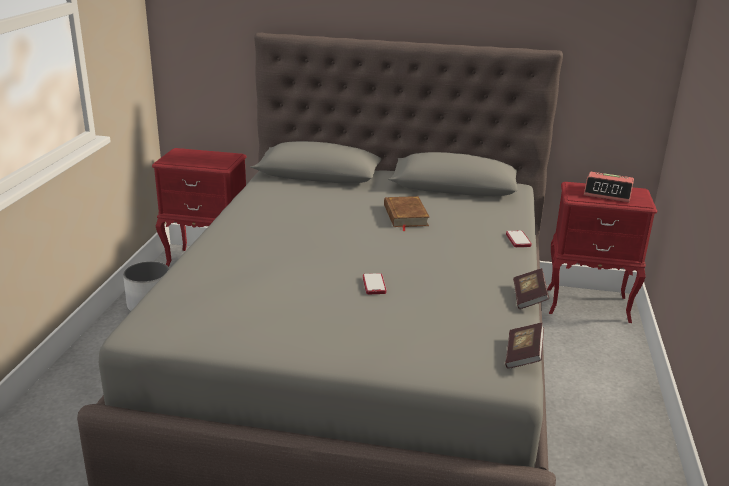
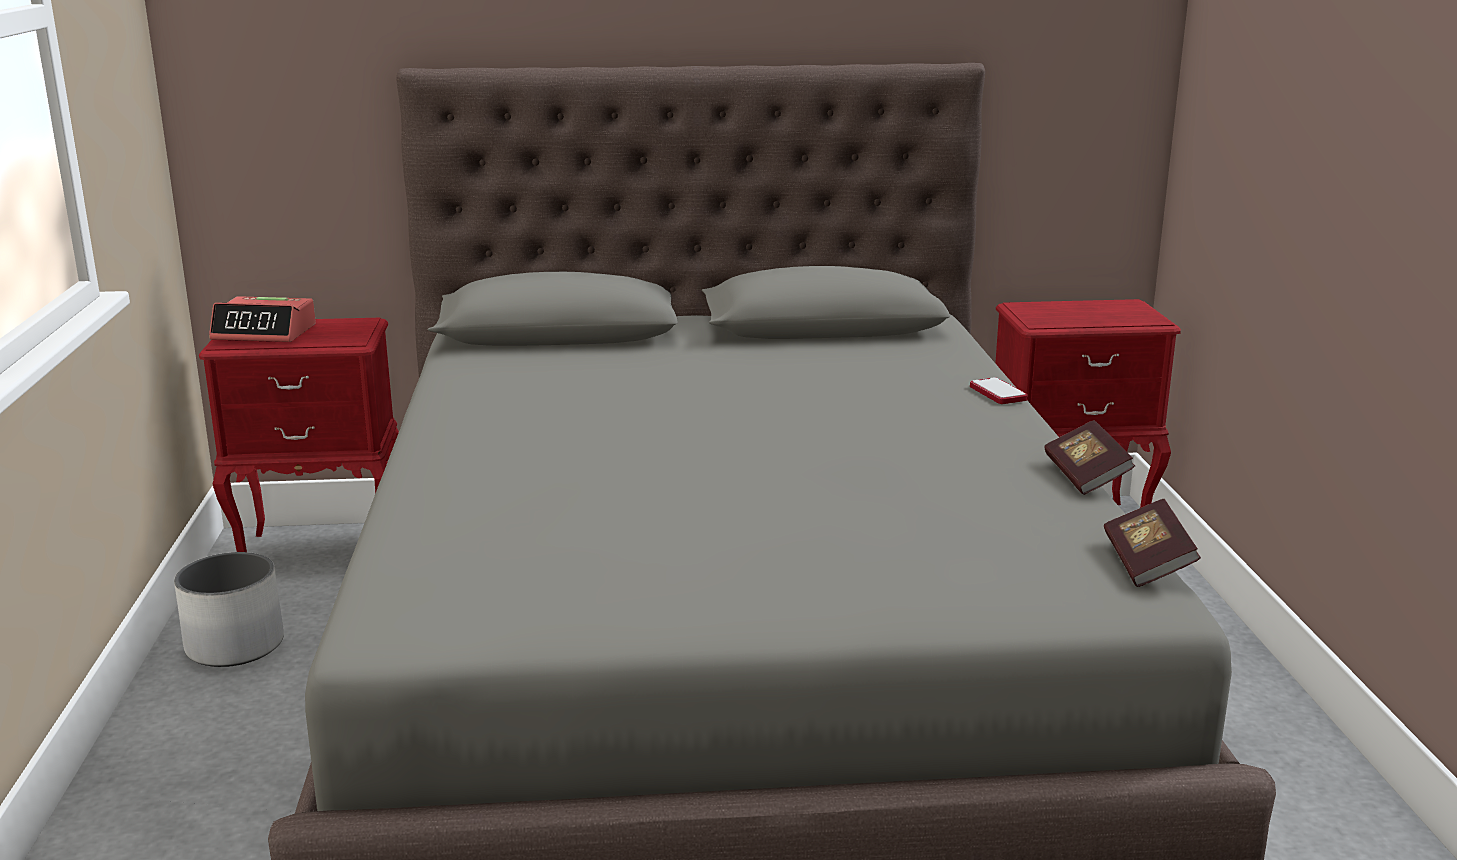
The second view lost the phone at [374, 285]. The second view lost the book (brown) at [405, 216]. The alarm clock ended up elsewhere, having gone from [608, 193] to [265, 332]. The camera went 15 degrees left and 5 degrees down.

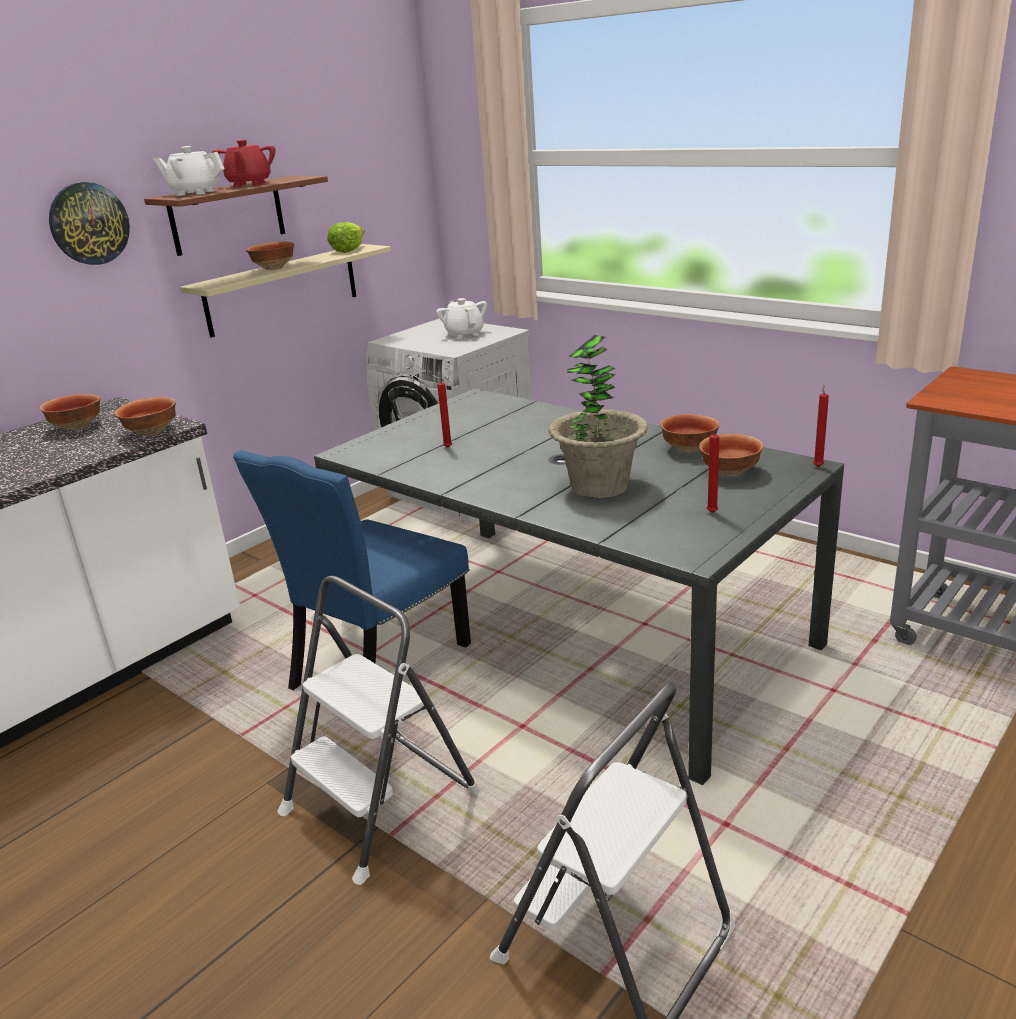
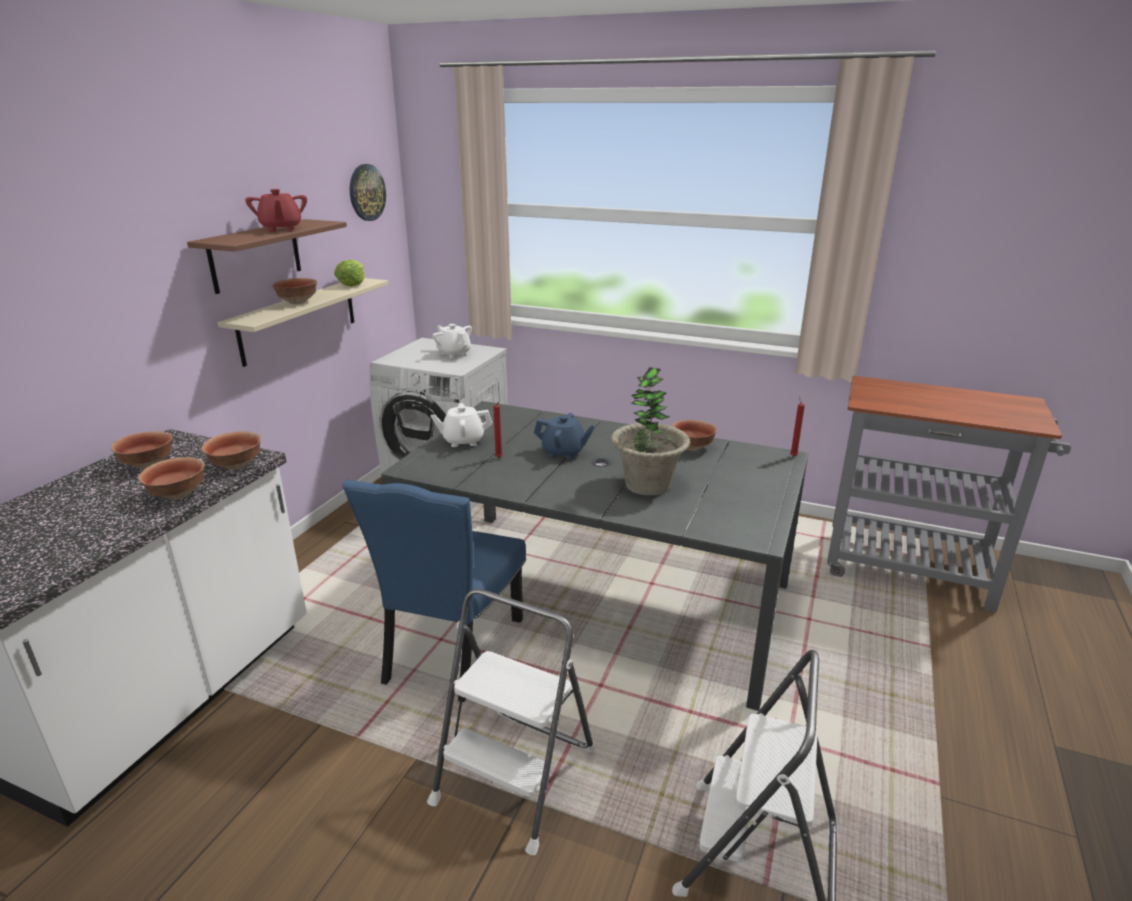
The wall clock ended up elsewhere, having gone from [89, 223] to [366, 192]. The teapot (white) ended up elsewhere, having gone from [195, 193] to [463, 441]. The bowl ended up elsewhere, having gone from [730, 472] to [179, 495]. The second view lost the candle (red) at [711, 513]. The second view gained the teapot (blue) at [564, 452]. The camera went 20 degrees left and 0 degrees up.

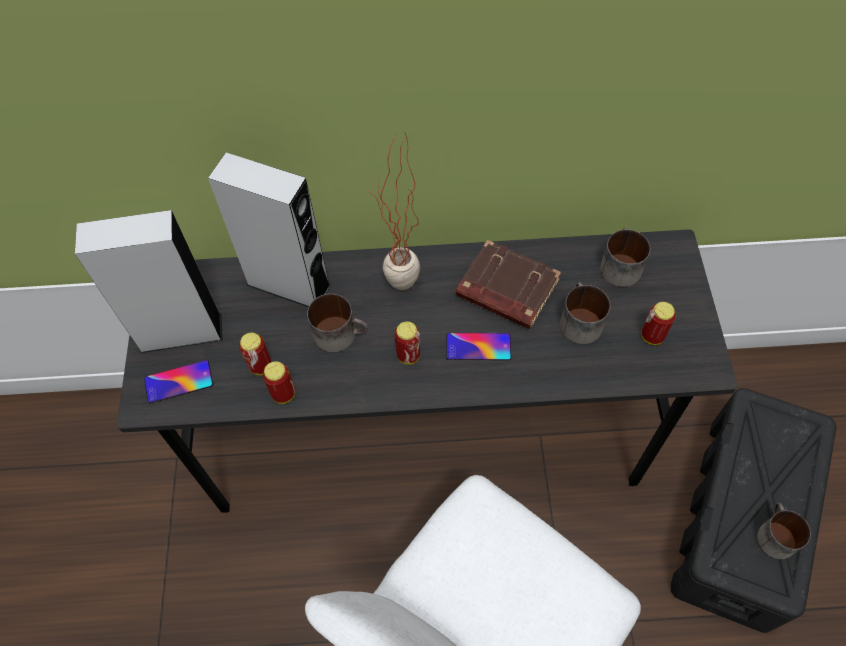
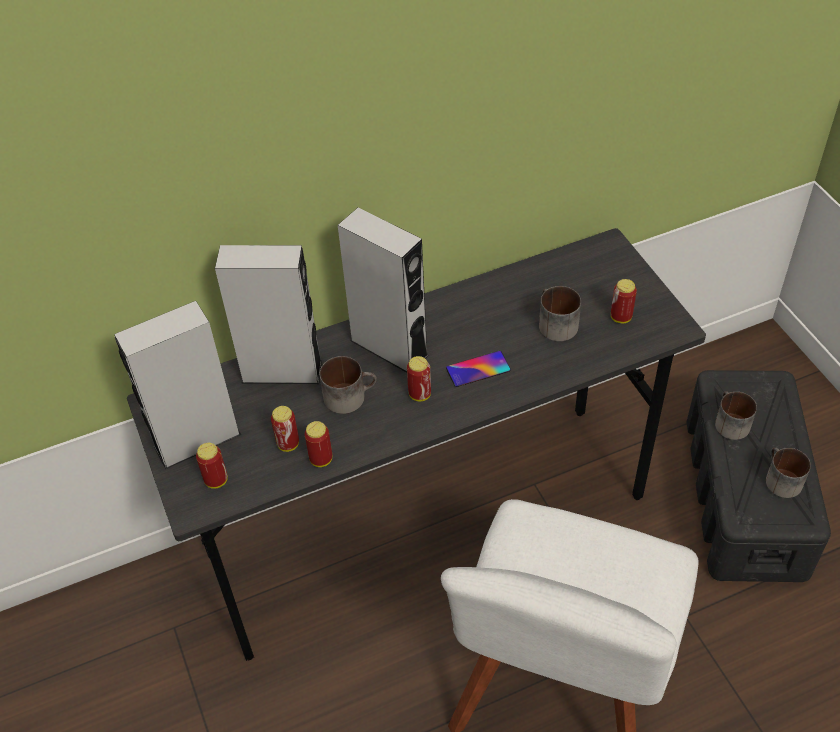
Where the phone stood at [179, 382], the can came to stand at [216, 480]. Where the potted plant stood at [401, 293], the speaker (grey) came to stand at [389, 348]. The second view lost the book (brown) at [505, 289]. The mug ended up elsewhere, having gone from [618, 265] to [729, 422]. The camera went 20 degrees left and 10 degrees down.

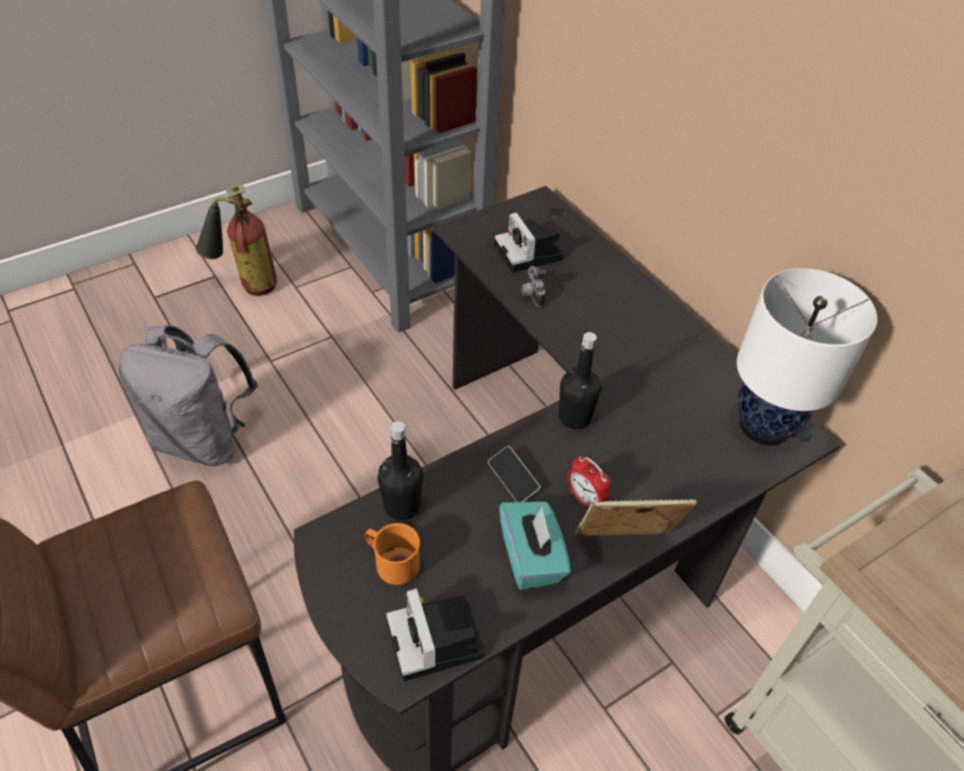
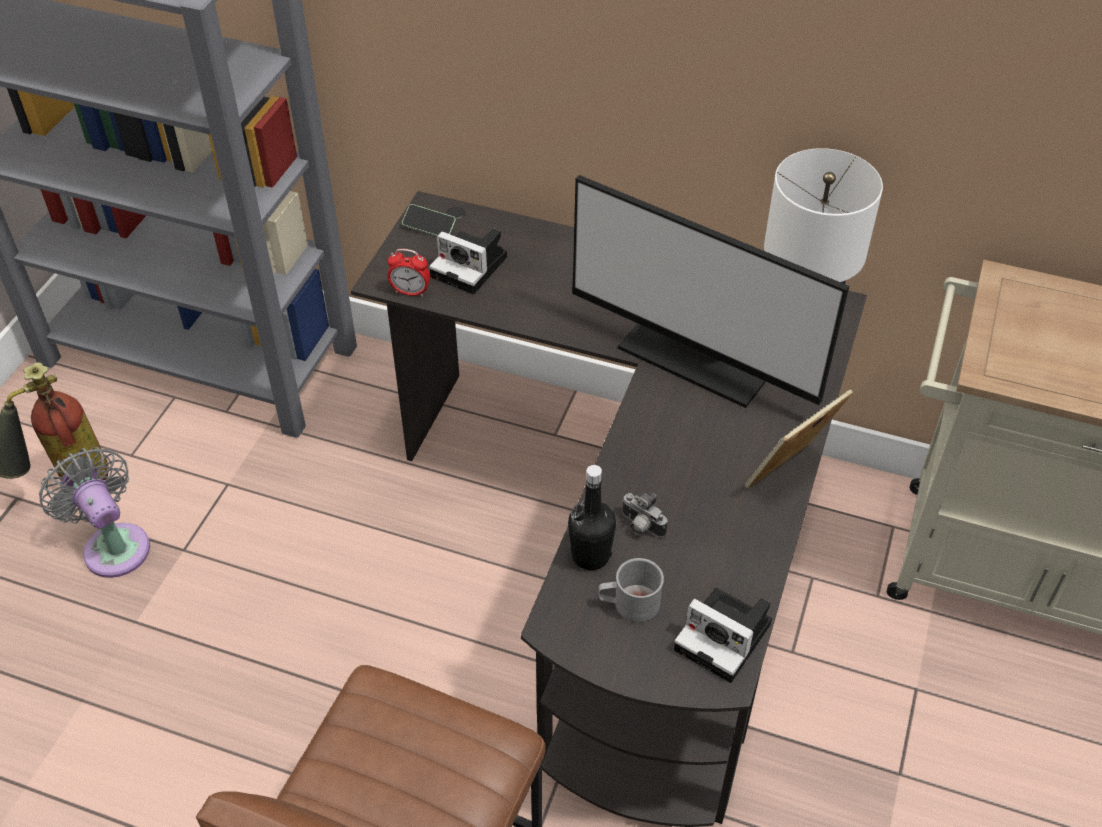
The second view lost the backpack (grey) at [204, 439]. What was the mug (orange) at [391, 562] turned into the mug (grey) at [629, 604]. The phone ended up elsewhere, having gone from [513, 479] to [429, 227]. The second view lost the tissue box (turquoise) at [531, 558]. The photo camera ended up elsewhere, having gone from [531, 295] to [640, 527]. The second view lost the bottle (black) at [574, 417]. The alarm clock ended up elsewhere, having gone from [585, 499] to [410, 292]. The second view gained the fan (grey) at [113, 545]. The second view gained the monitor at [700, 354]. The camera went 35 degrees left and 0 degrees up.

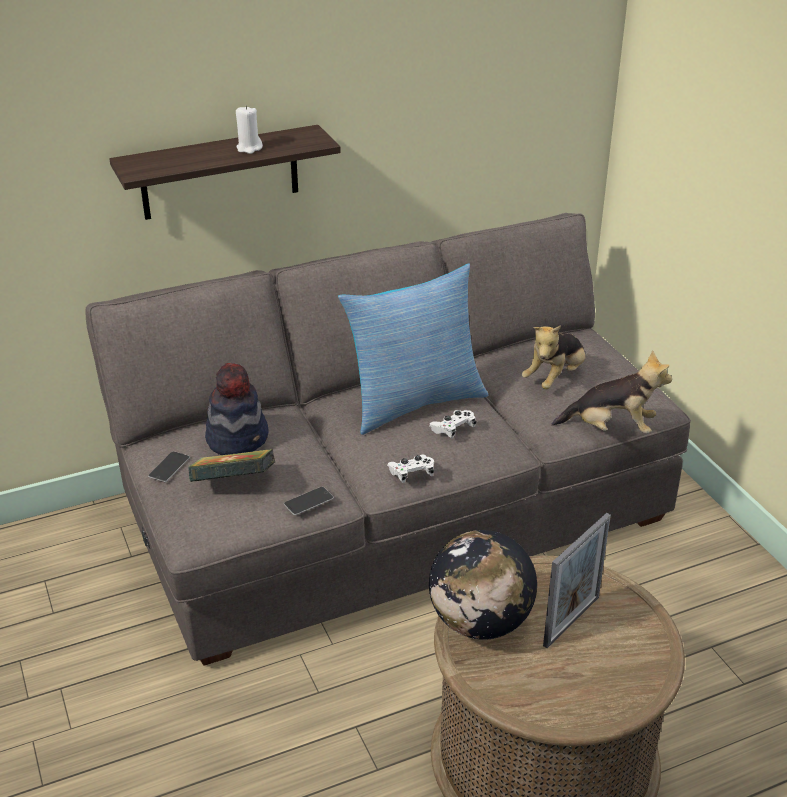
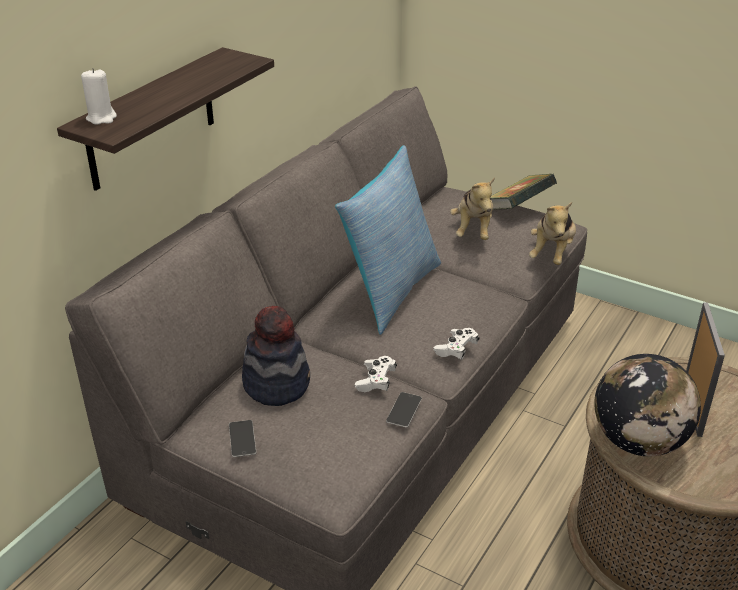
The book ended up elsewhere, having gone from [234, 485] to [519, 208]. The candle (white) ended up elsewhere, having gone from [249, 148] to [101, 118]. The game controller (white) ended up elsewhere, having gone from [453, 429] to [376, 381]. The plush toy at [611, 428] ended up facing another way, 135 degrees clockwise from before. The camera went 35 degrees left and 0 degrees up.

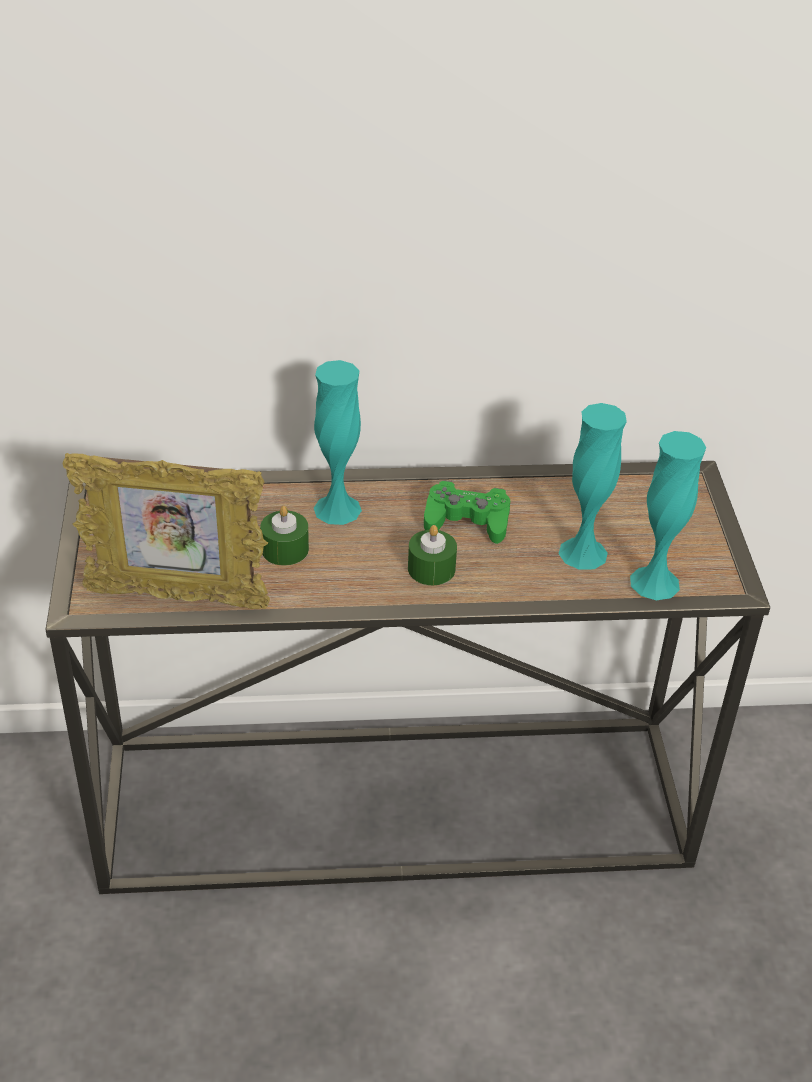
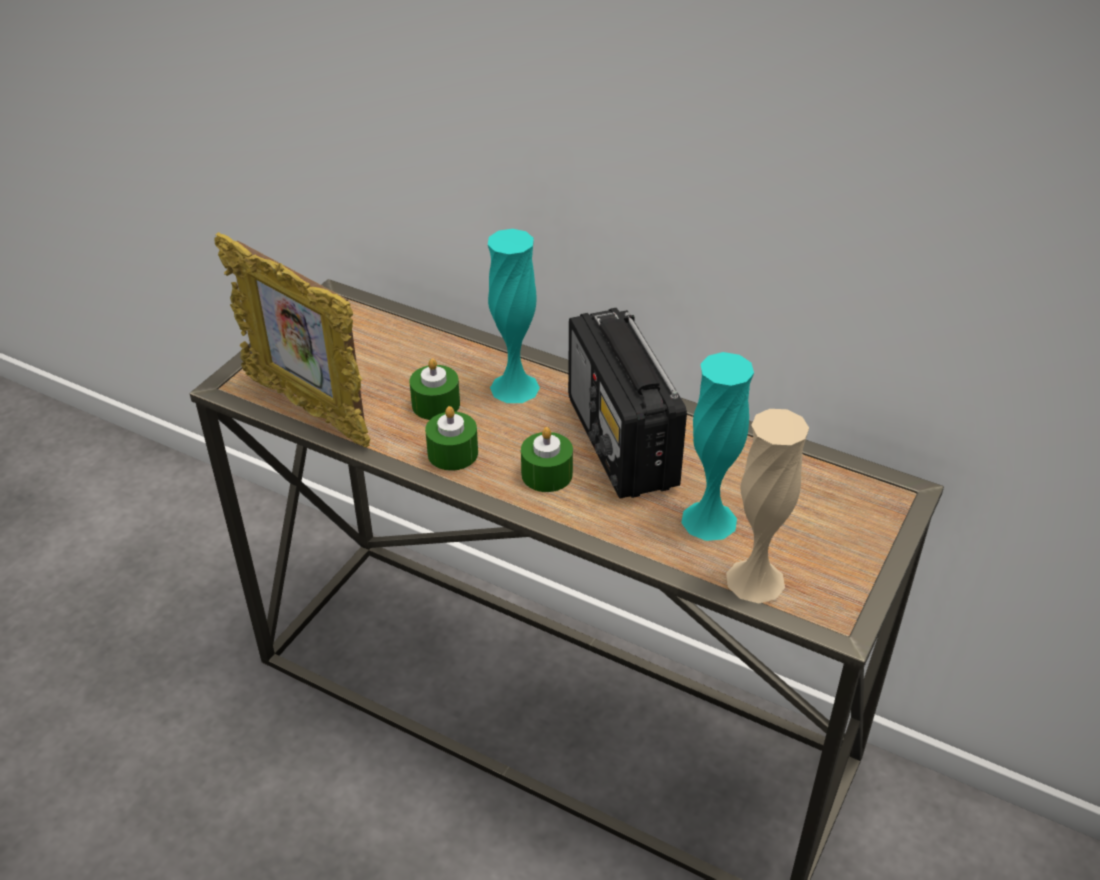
Where the game controller (green) stood at [467, 520], the radio came to stand at [621, 443]. What was the vase (turquoise) at [654, 582] turned into the vase (beige) at [755, 580]. The second view gained the candle (green) at [453, 453]. The camera went 35 degrees right and 0 degrees up.

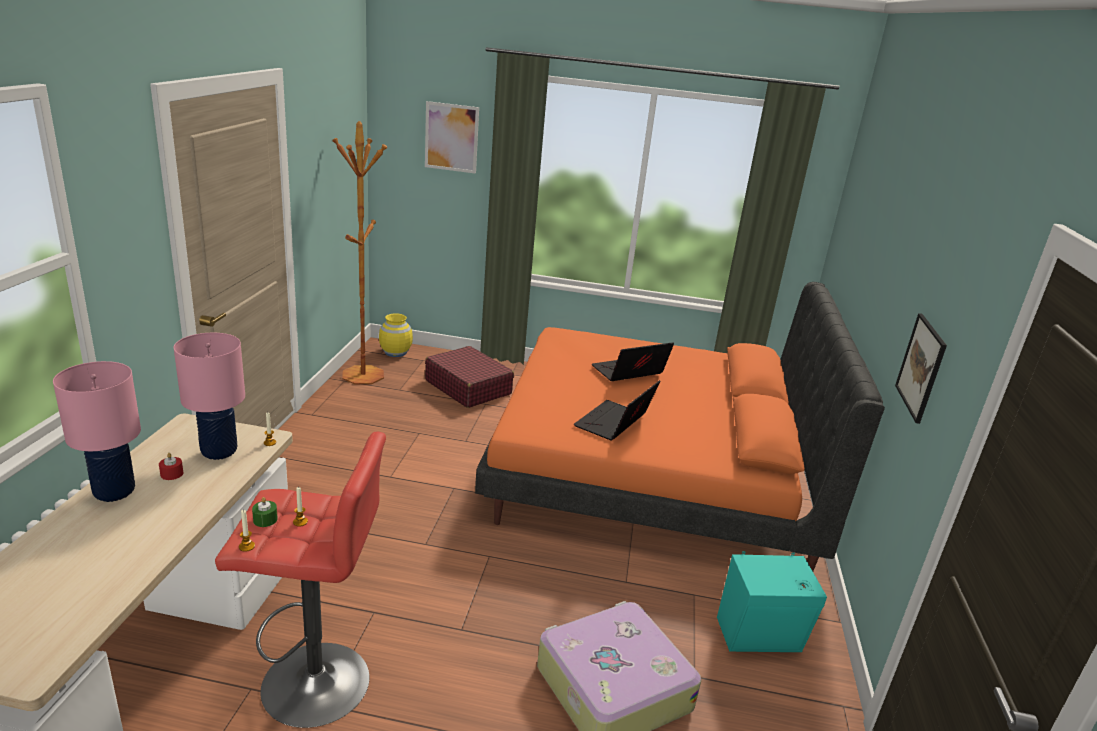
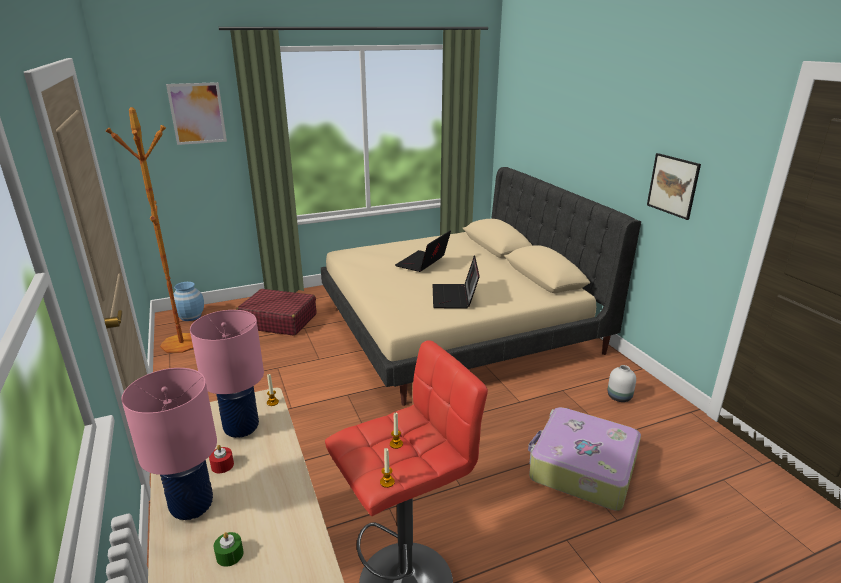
The candle (green) ended up elsewhere, having gone from [265, 520] to [229, 555]. What was the vase (yellow) at [395, 352] turned into the vase (blue) at [190, 316]. What was the bed (orange) at [653, 466] turned into the bed (beige) at [458, 325]. Where the speaker (turquoise) stood at [761, 638], the vase (white) came to stand at [619, 396]. The camera went 30 degrees left and 0 degrees up.

